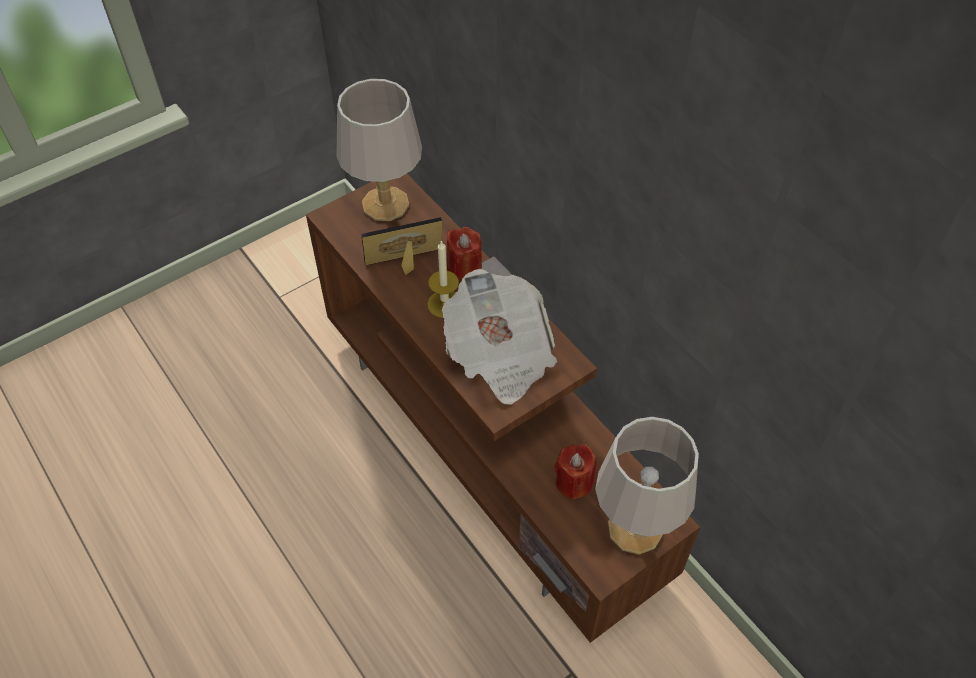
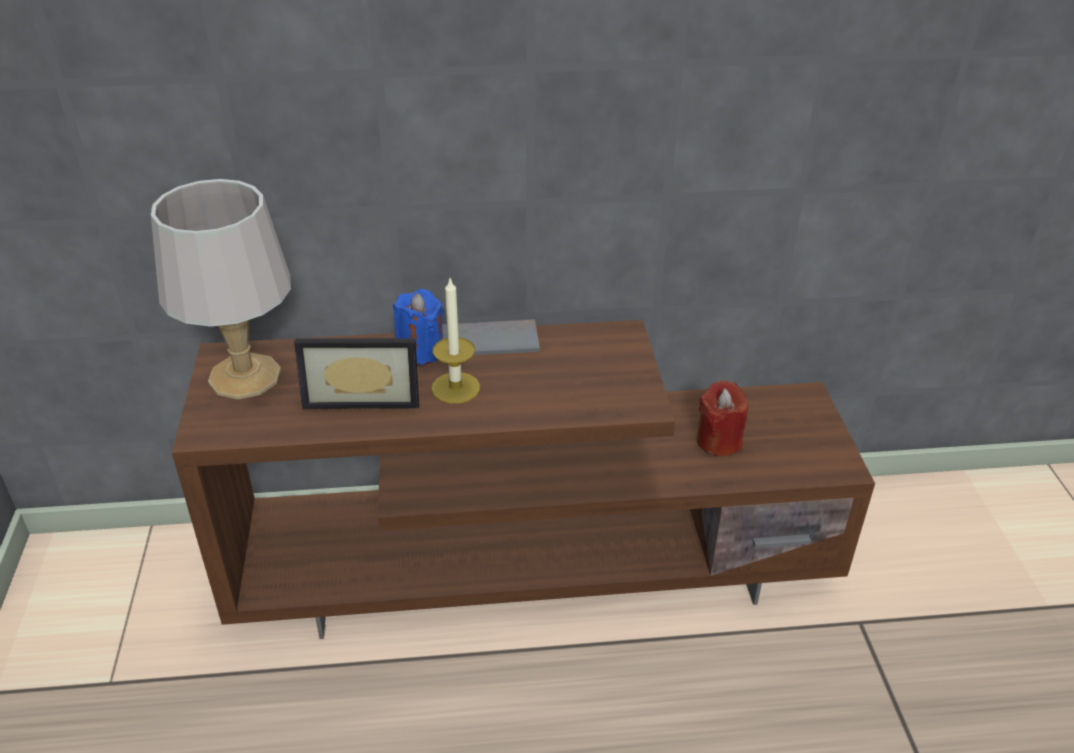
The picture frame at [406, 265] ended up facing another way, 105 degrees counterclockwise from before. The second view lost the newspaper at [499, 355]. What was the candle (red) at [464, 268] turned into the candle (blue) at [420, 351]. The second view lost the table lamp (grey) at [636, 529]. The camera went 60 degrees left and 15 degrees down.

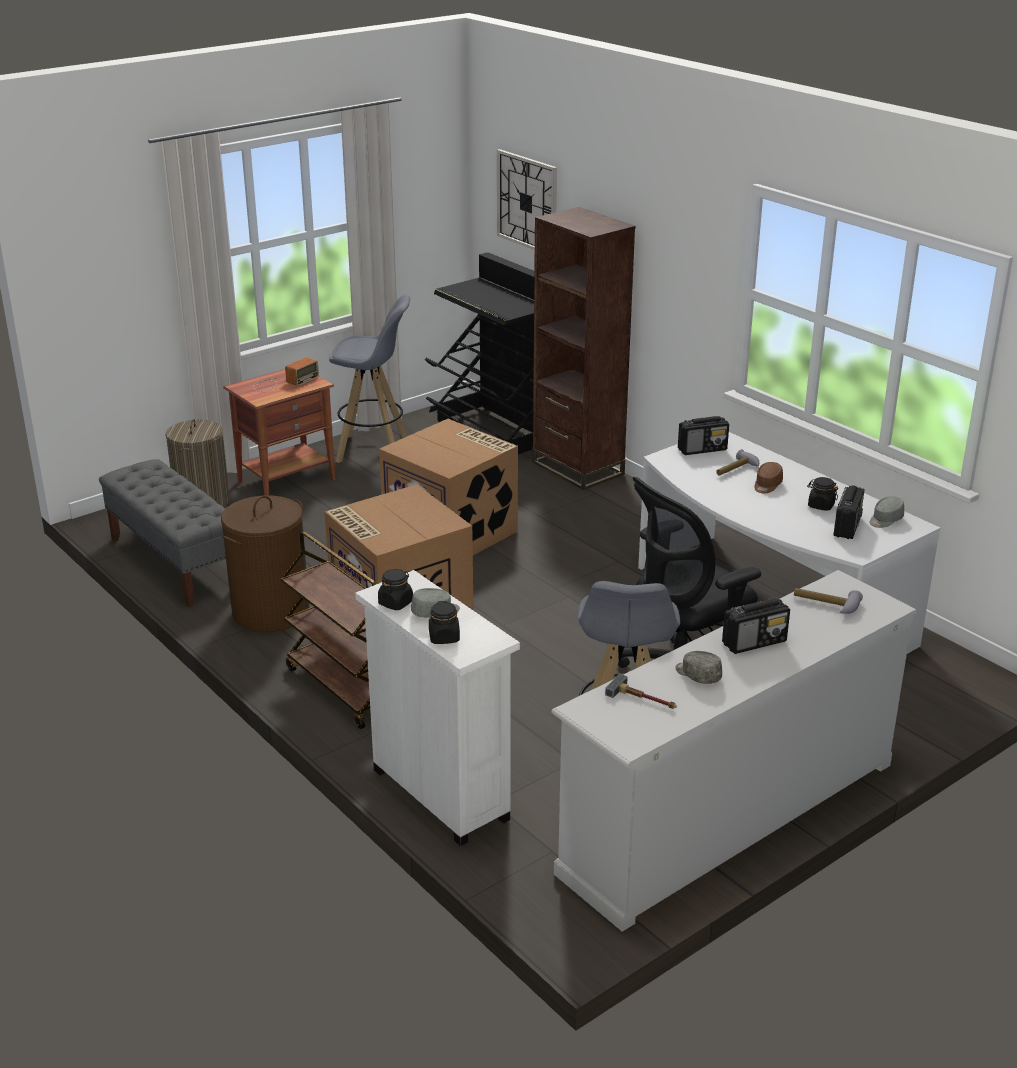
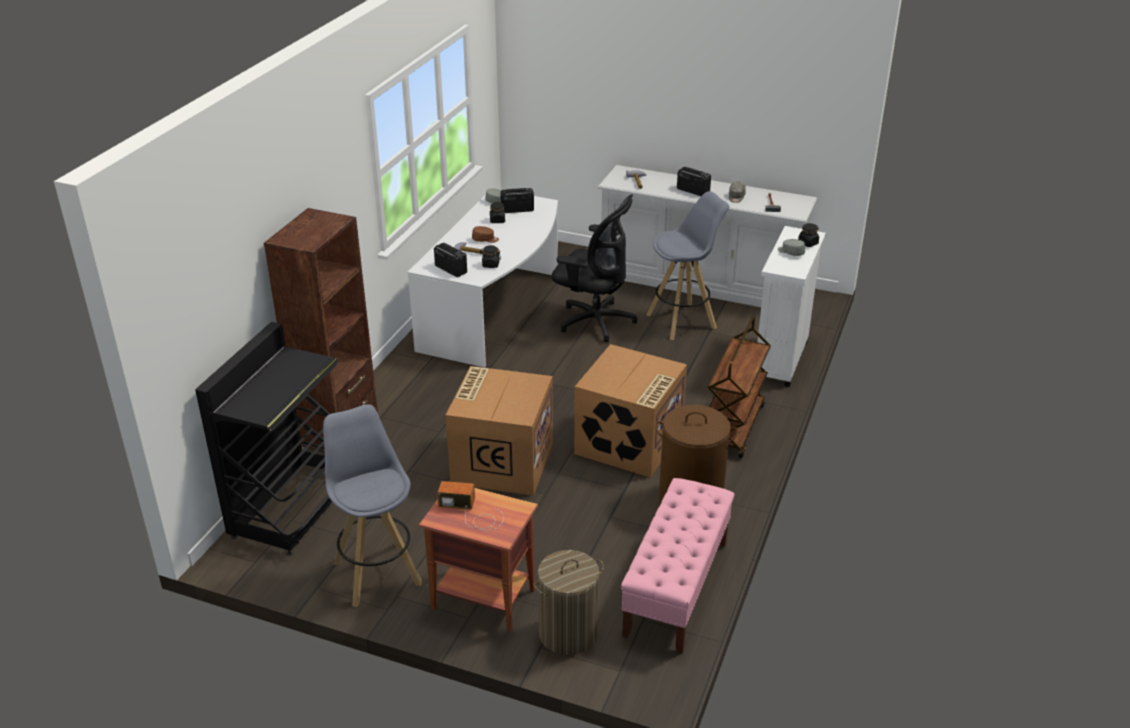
What was the bench (grey) at [176, 562] turned into the bench (pink) at [676, 589]. The jar (black) ended up elsewhere, having gone from [395, 603] to [490, 265]. The second view lost the wall clock at [527, 202]. The camera went 120 degrees left and 5 degrees up.

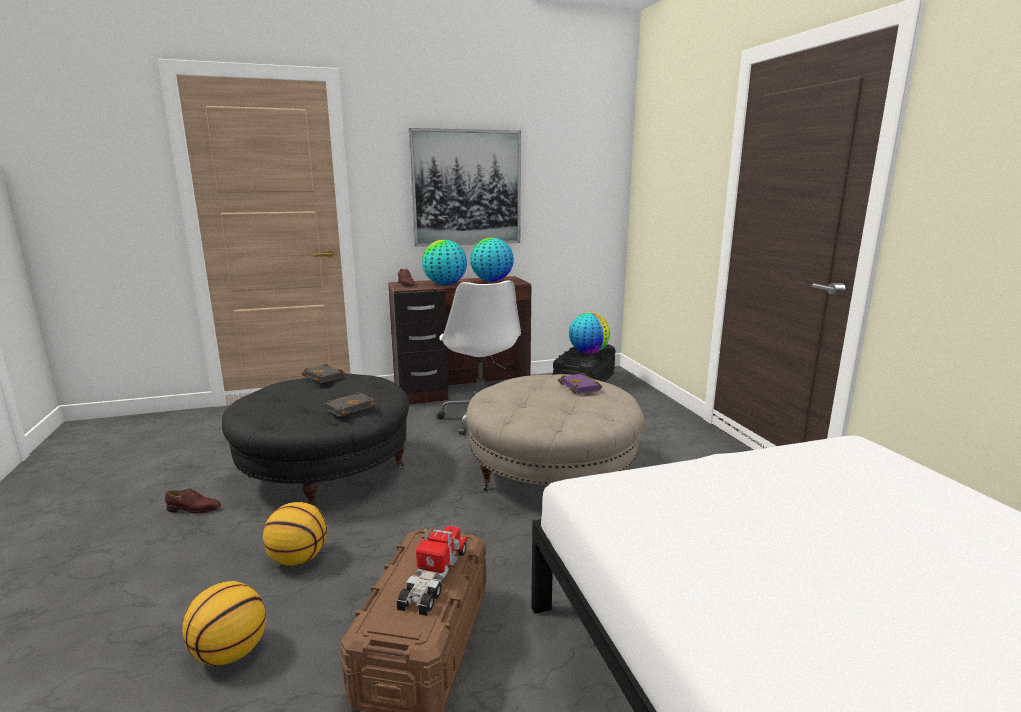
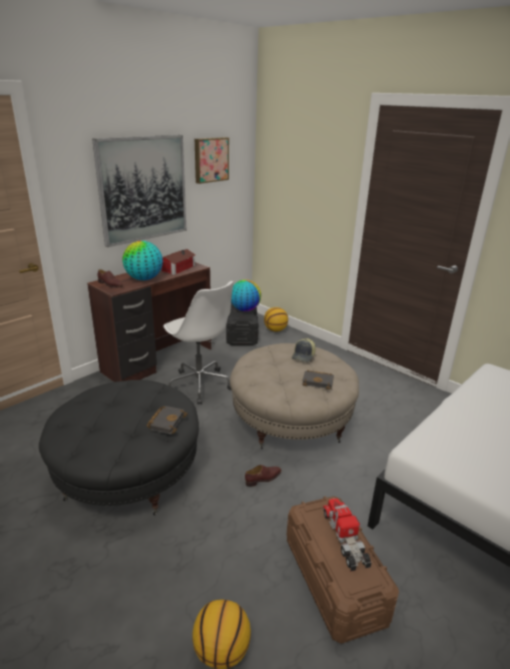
The shoe (brown) ended up elsewhere, having gone from [194, 509] to [263, 478]. The basketball ended up elsewhere, having gone from [298, 558] to [275, 330]. The book (black) ended up elsewhere, having gone from [325, 377] to [318, 382]. Where the globe stood at [491, 281], the toy house came to stand at [175, 268]. Where the book (purple) stood at [581, 387], the cap came to stand at [304, 356]. The second view gained the picture at [210, 159]. The camera went 30 degrees left and 10 degrees up.

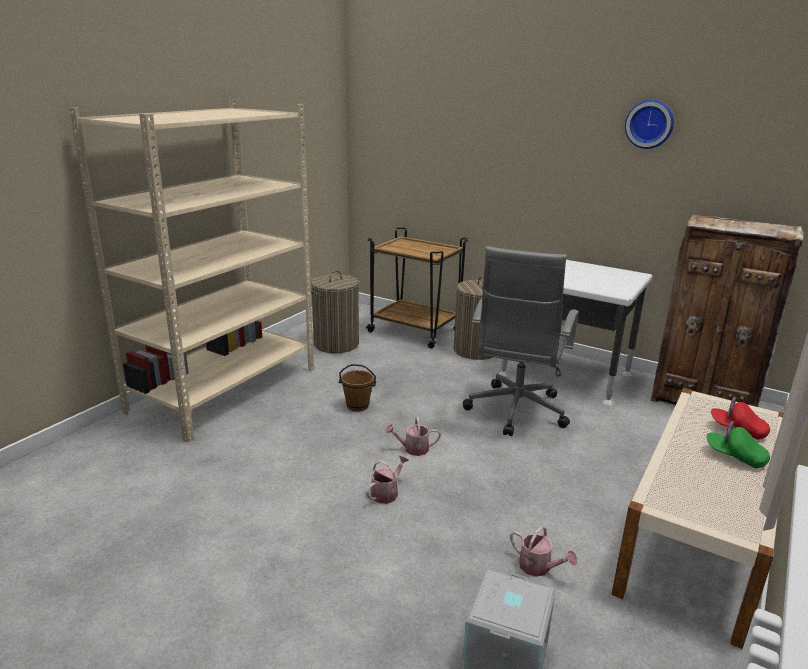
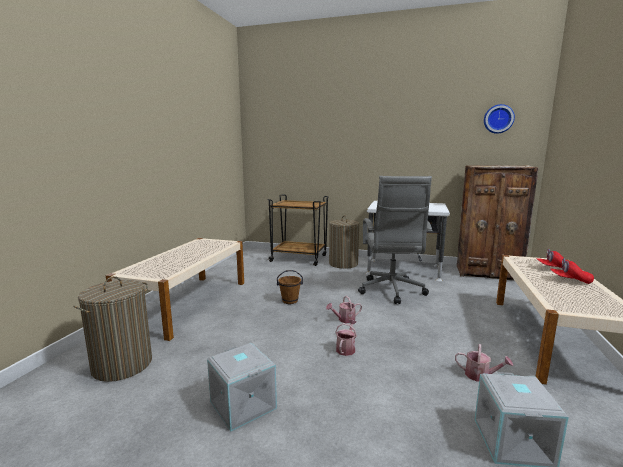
Where the bookcase (beige) stood at [225, 389], the bench (beige) came to stand at [188, 303]. The laundry basket ended up elsewhere, having gone from [336, 344] to [122, 365]. The wall clock ended up elsewhere, having gone from [649, 124] to [498, 119]. What was the cap (green) at [735, 457] turned into the cap (red) at [570, 280]. The second view gained the storage box (grey) at [241, 405]. The camera went 15 degrees left and 10 degrees down.

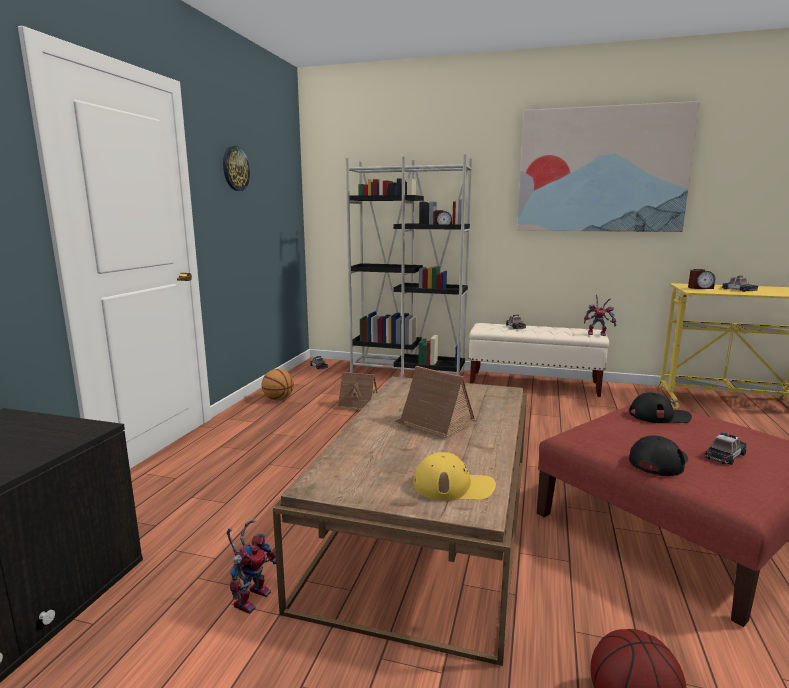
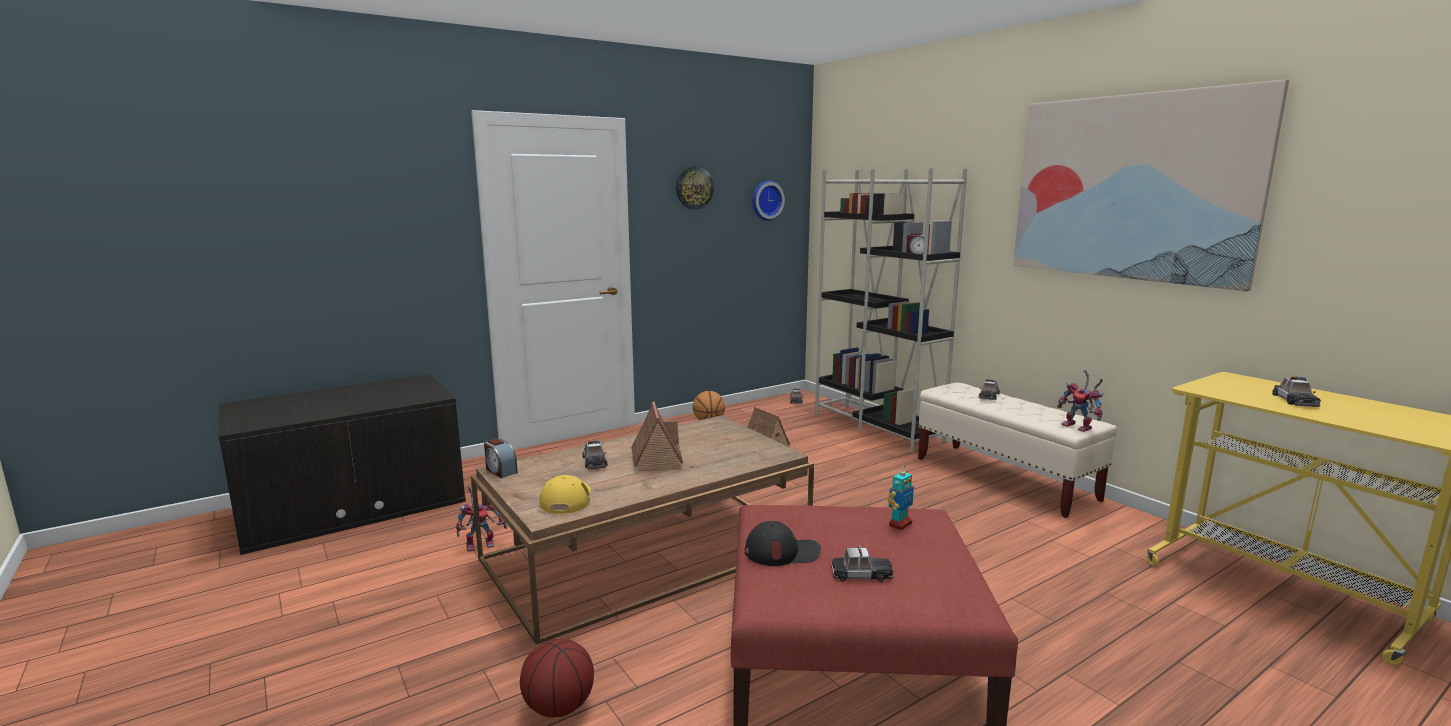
The cap (yellow) at [454, 486] ended up facing another way, 135 degrees counterclockwise from before. Where the cap (black) stood at [659, 415], the toy robot came to stand at [899, 524]. The alarm clock ended up elsewhere, having gone from [700, 288] to [500, 471]. The second view gained the toy car at [594, 462]. The second view gained the wall clock at [766, 200]. The camera went 40 degrees right and 0 degrees up.

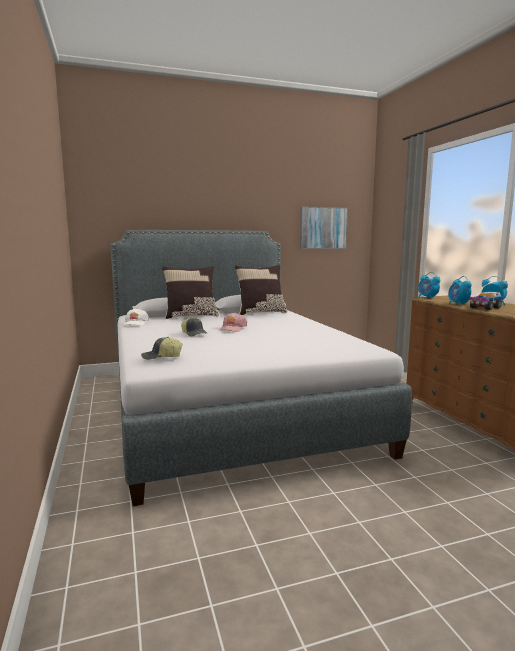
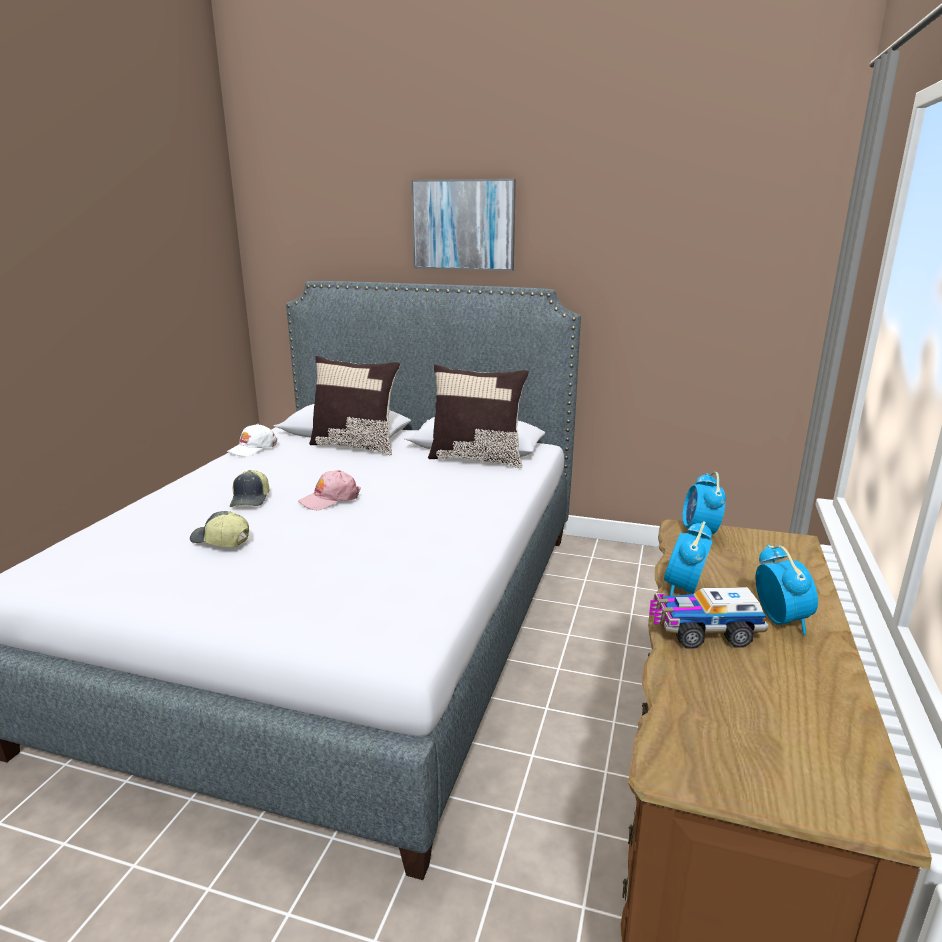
The cap ended up elsewhere, having gone from [161, 357] to [220, 541]. The picture ended up elsewhere, having gone from [323, 228] to [463, 225]. The camera went 35 degrees right and 10 degrees up.

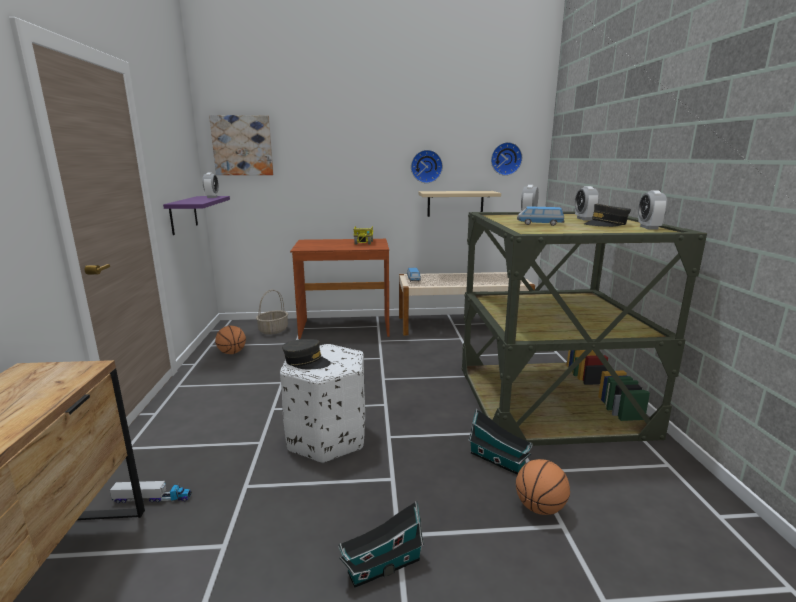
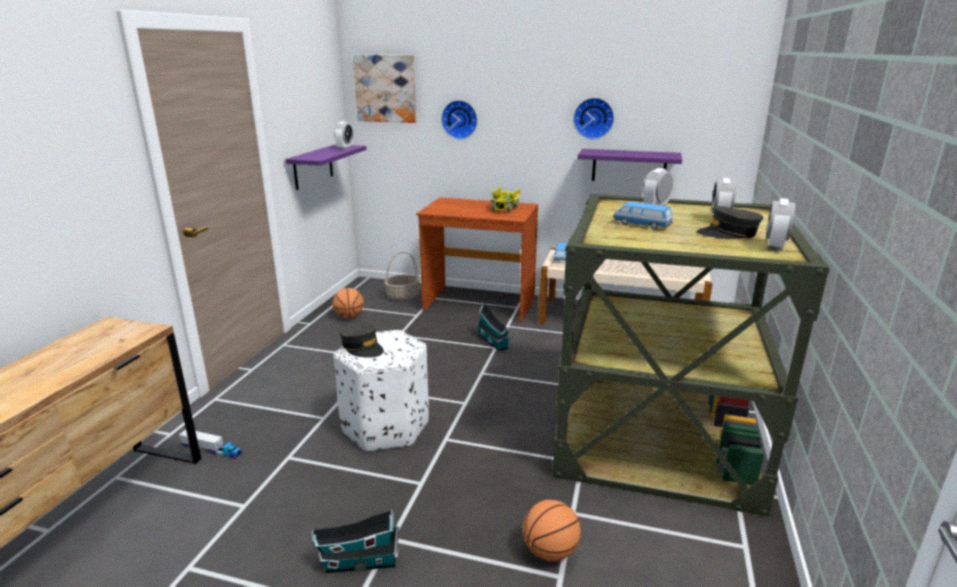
What was the shelf (beige) at [455, 203] turned into the shelf (purple) at [629, 166]. The toy house ended up elsewhere, having gone from [498, 461] to [493, 342]. The wall clock ended up elsewhere, having gone from [505, 159] to [460, 119]. The camera went 20 degrees right and 5 degrees up.

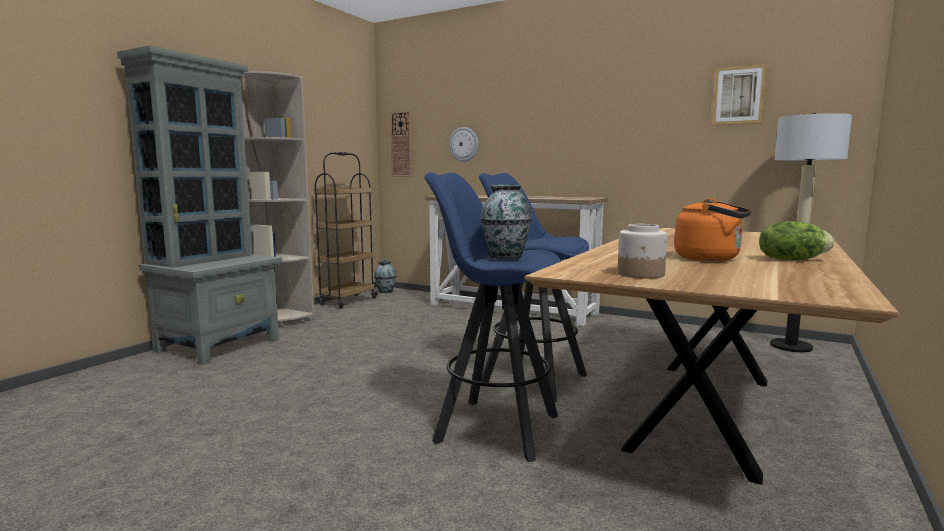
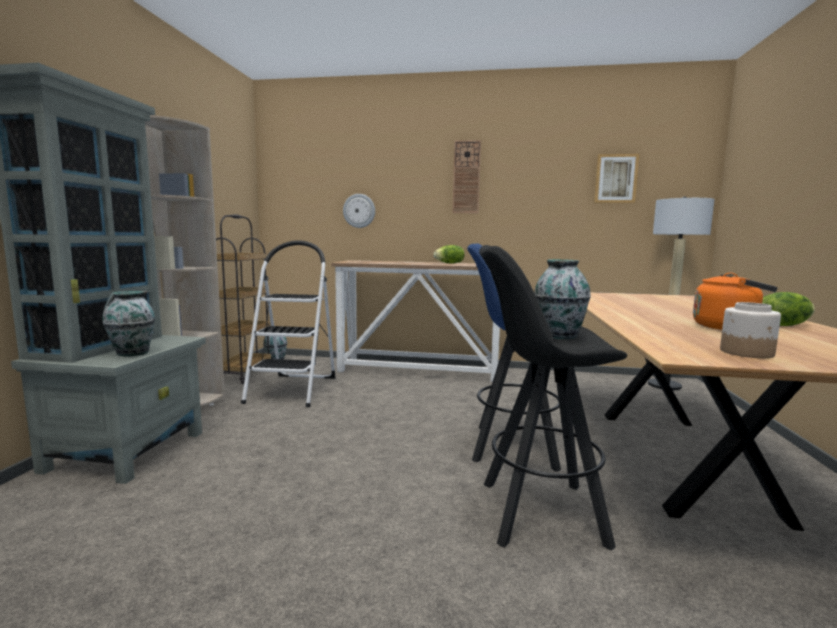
The wall clock ended up elsewhere, having gone from [401, 144] to [466, 177]. What was the stool (blue) at [494, 427] turned into the stool (black) at [537, 512]. The second view gained the vase at [132, 353]. The second view gained the step ladder at [294, 389]. The second view gained the lettuce at [449, 263]. The camera went 20 degrees left and 0 degrees up.

